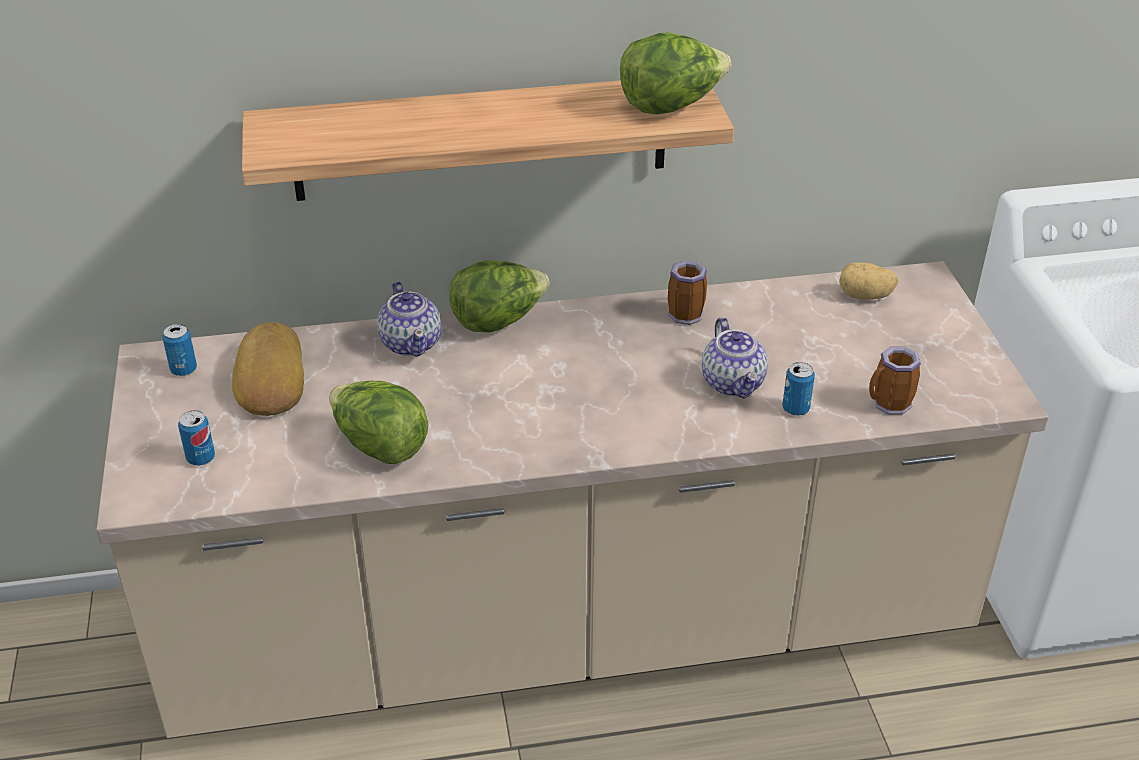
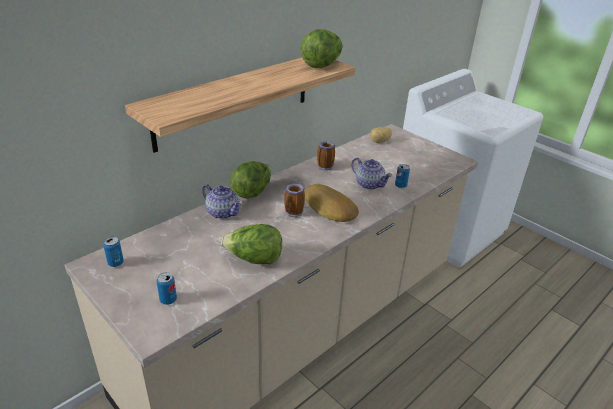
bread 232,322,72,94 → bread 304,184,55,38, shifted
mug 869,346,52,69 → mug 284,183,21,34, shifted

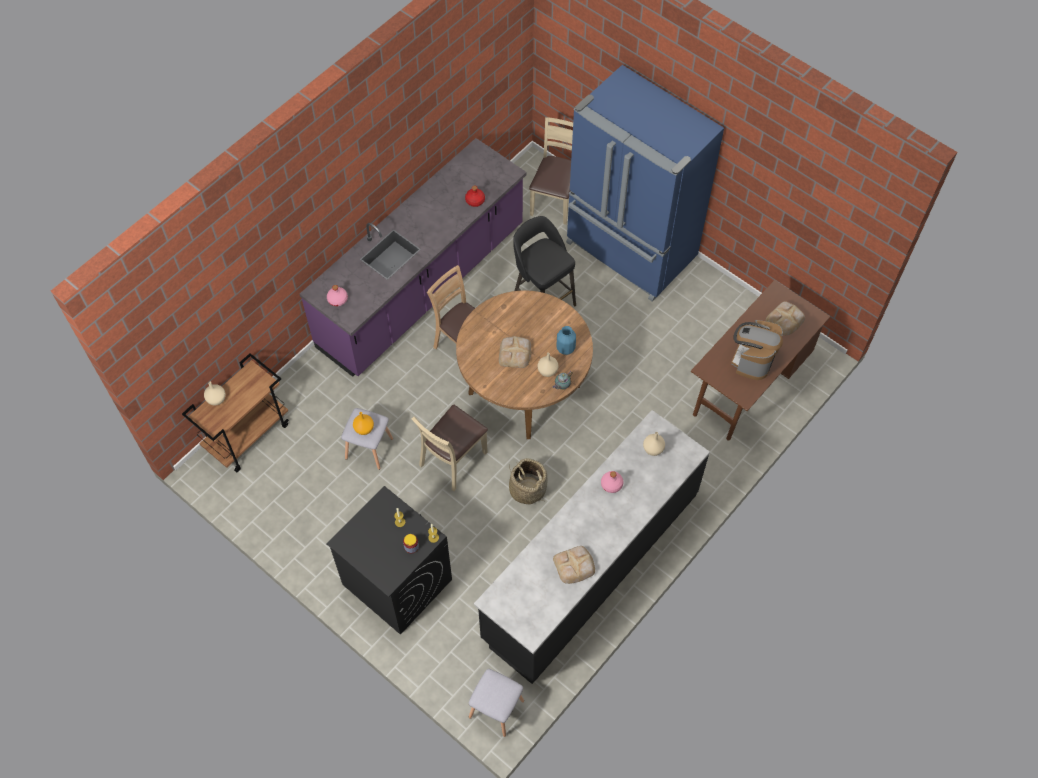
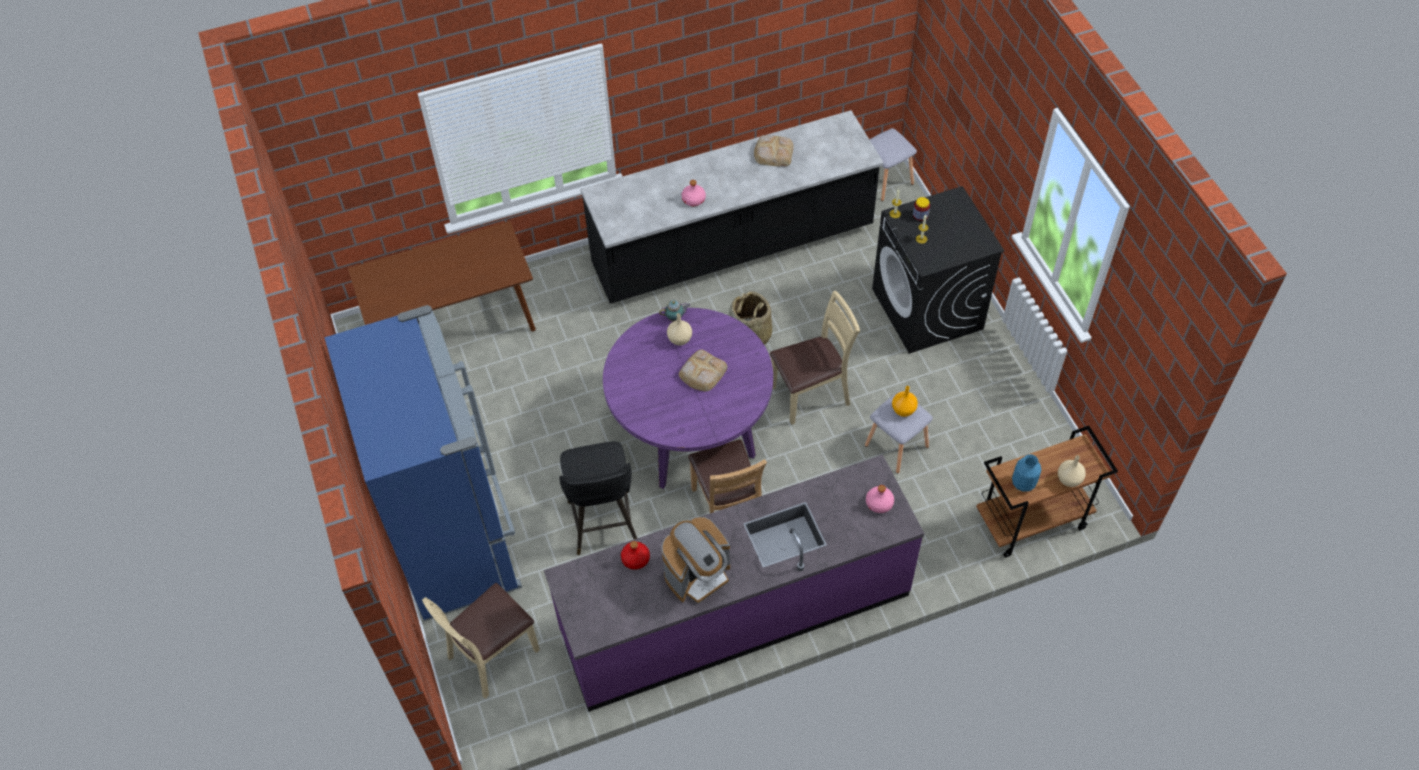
brown dining table 456,290,137,149 → purple dining table 603,308,170,181
blue vase 557,326,19,29 → blue vase 1012,454,29,38, shifted
beige vase 643,432,22,24 → -
coffee machine 731,320,52,60 → coffee machine 661,517,69,87, shifted
bread 766,301,39,34 → -

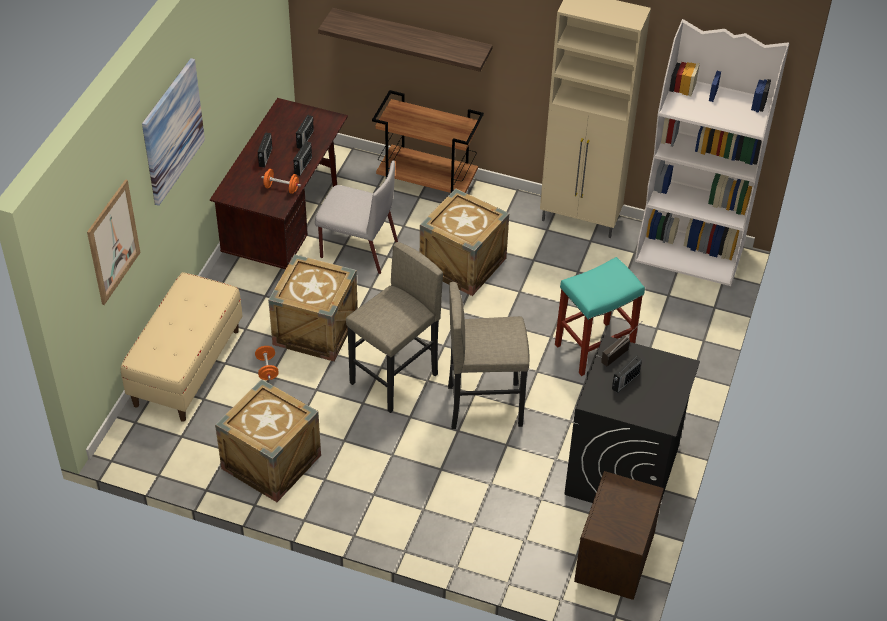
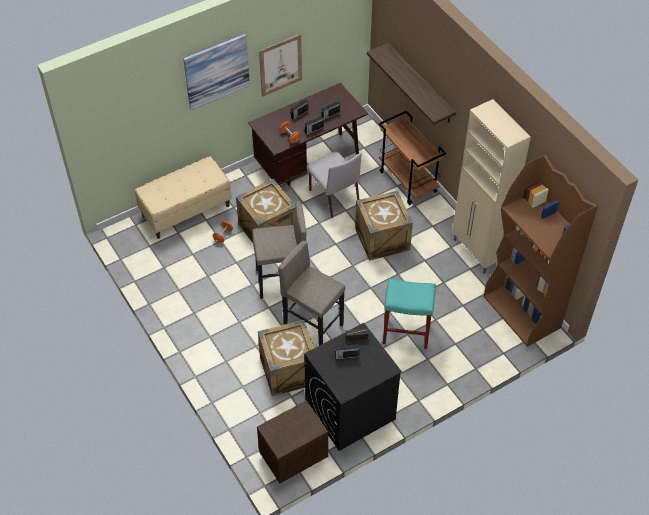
picture 87,179,53,126 → picture 259,34,43,63, shifted
crate 215,379,106,123 → crate 258,320,56,76, shifted
white bookcase 635,19,154,267 → brown bookcase 484,154,114,193

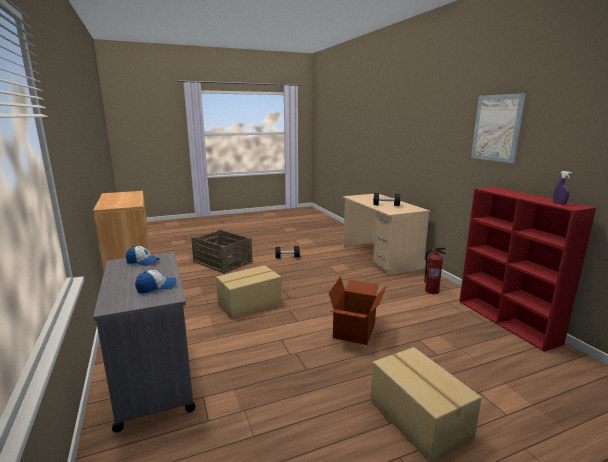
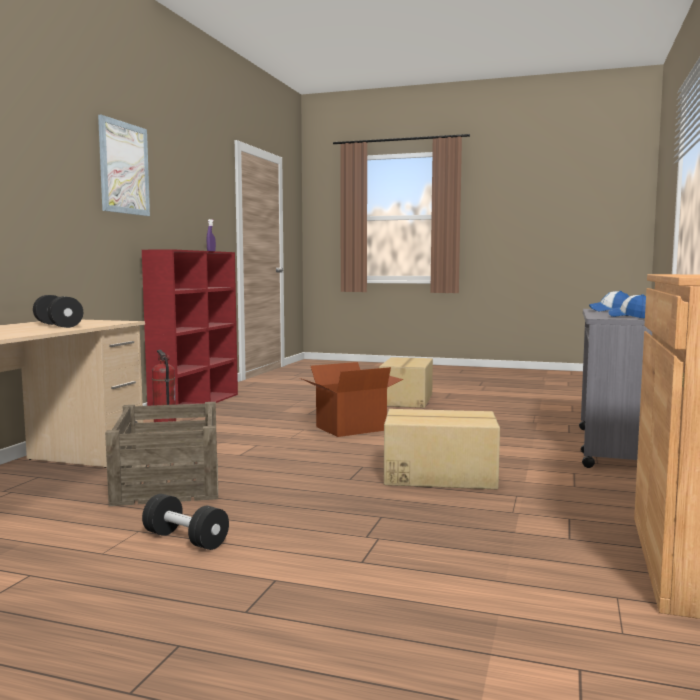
crate 191,229,62,44 → crate 105,402,113,104, shifted

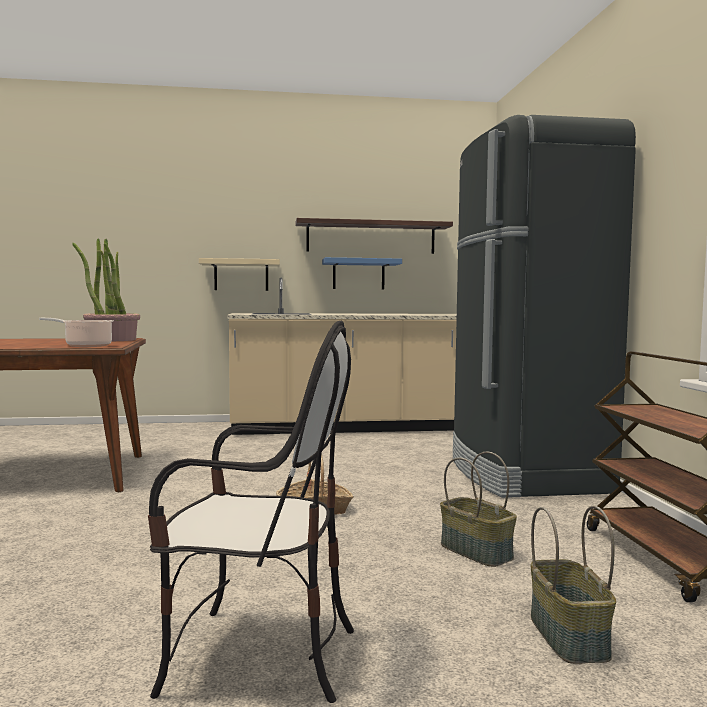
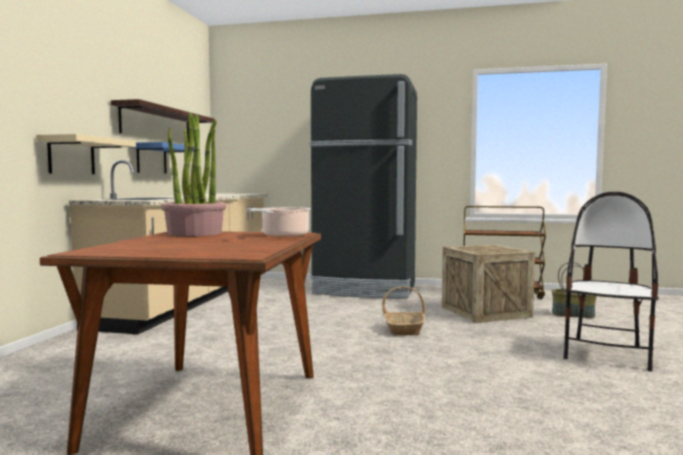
basket 440,451,77,116 → crate 442,245,93,78

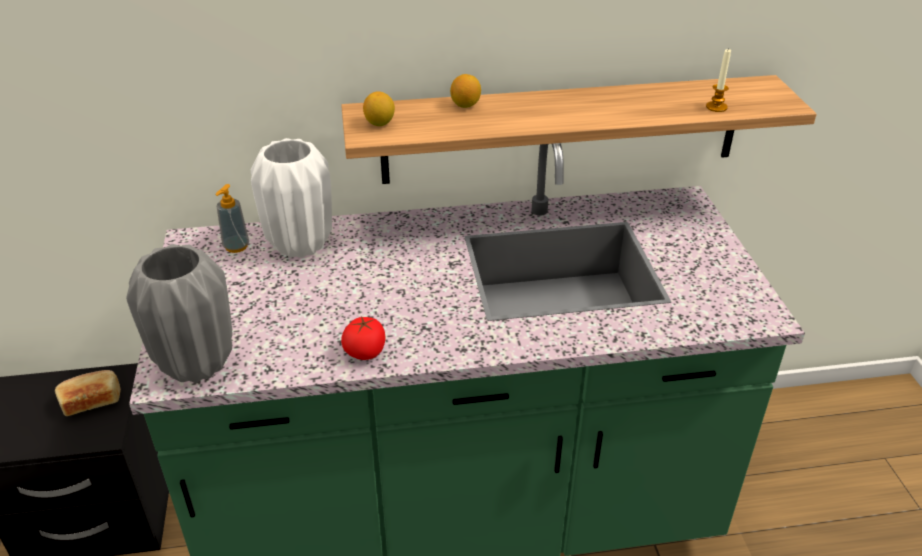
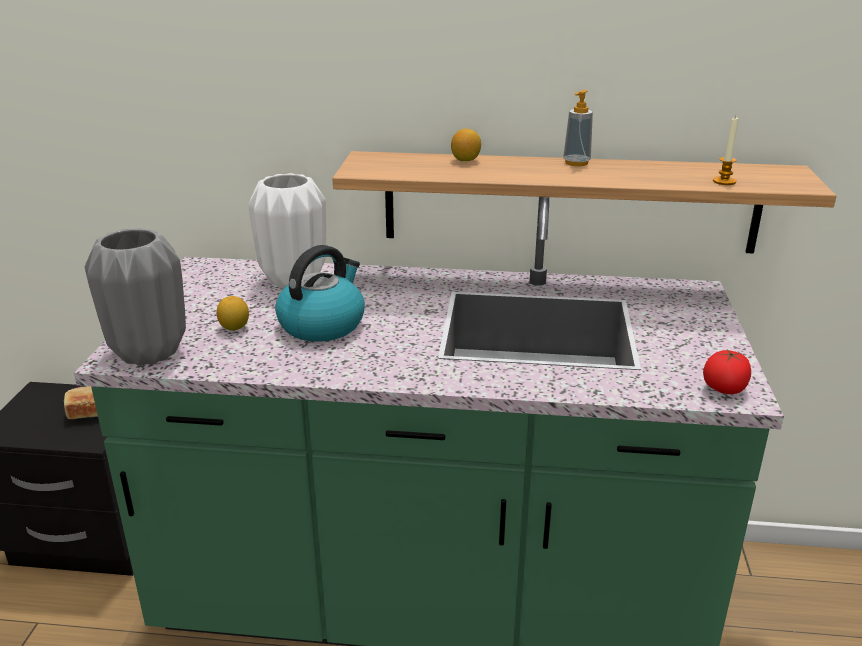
soap dispenser 215,184,34,69 → soap dispenser 563,90,30,76, shifted
tomato 341,316,45,44 → tomato 703,350,48,44, shifted
lemon 363,91,32,35 → lemon 217,296,32,35, shifted
- → kettle 275,245,90,97

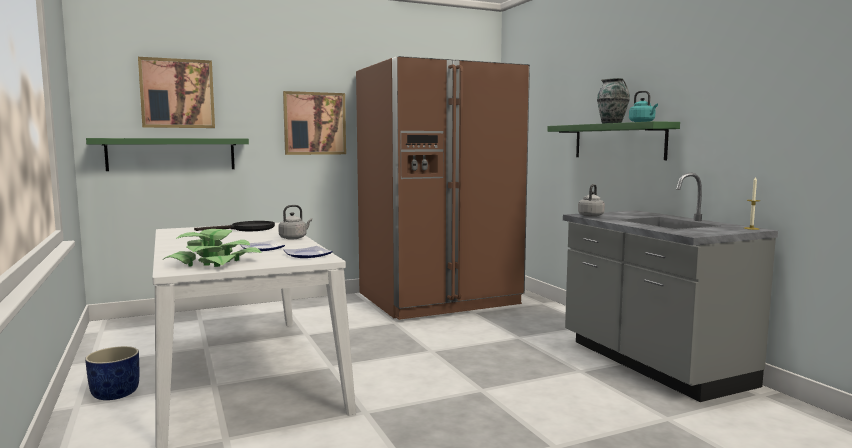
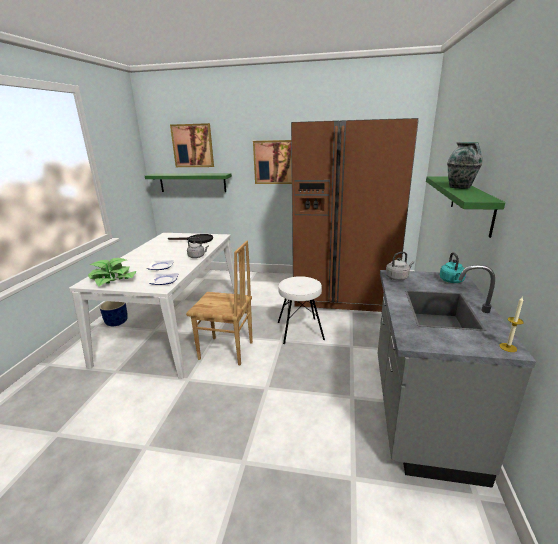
turquoise kettle 629,91,29,31 → turquoise kettle 440,252,26,31, shifted
- → brown chair 186,241,67,124
- → white stool 278,276,47,68

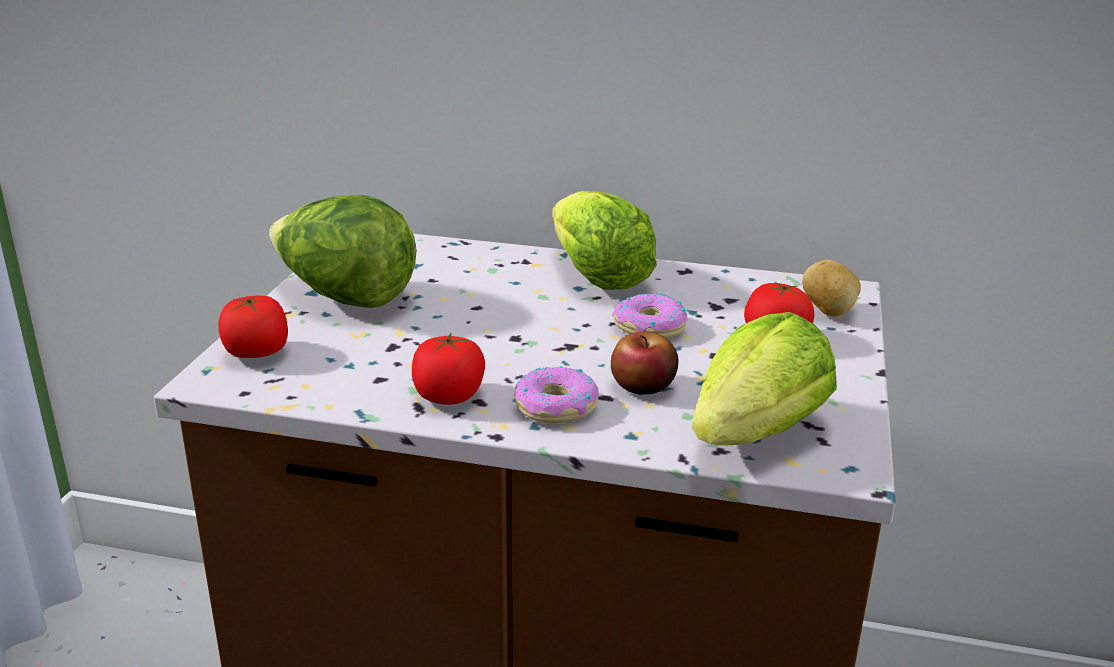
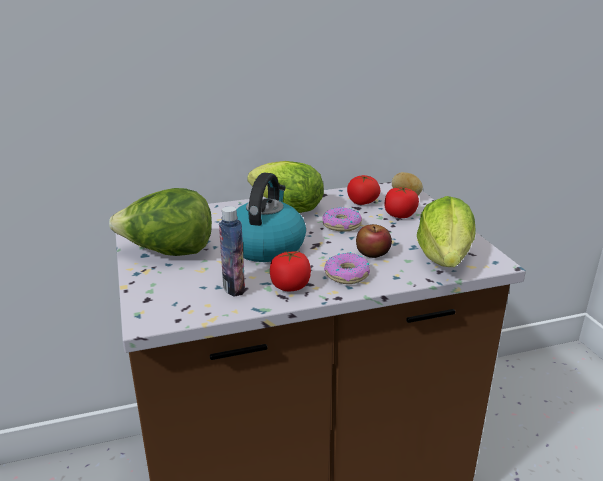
tomato 218,295,70,63 → tomato 347,175,33,30, shifted
- → bottle 219,206,26,91
- → kettle 236,173,70,89

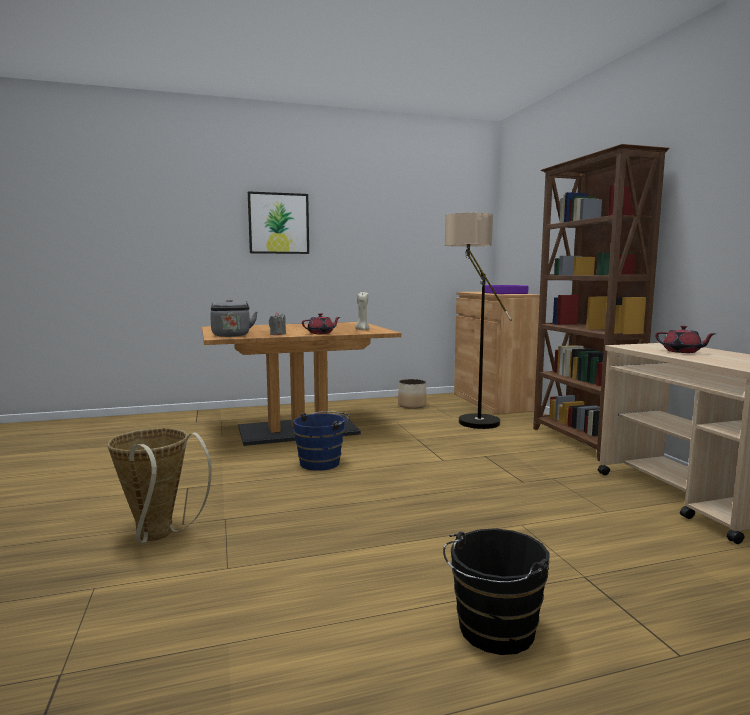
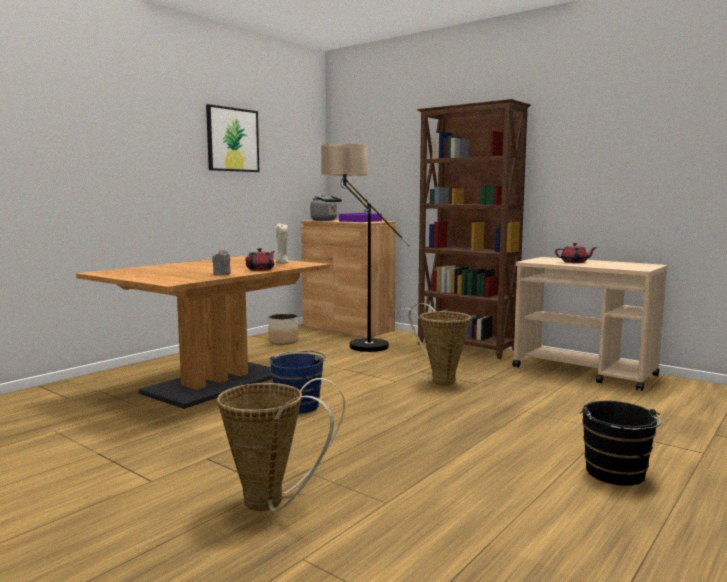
grey kettle 210,299,48,38 → grey kettle 310,194,32,27, shifted
picture 248,191,61,63 → picture 206,104,54,68, shifted
- → basket 394,303,77,83

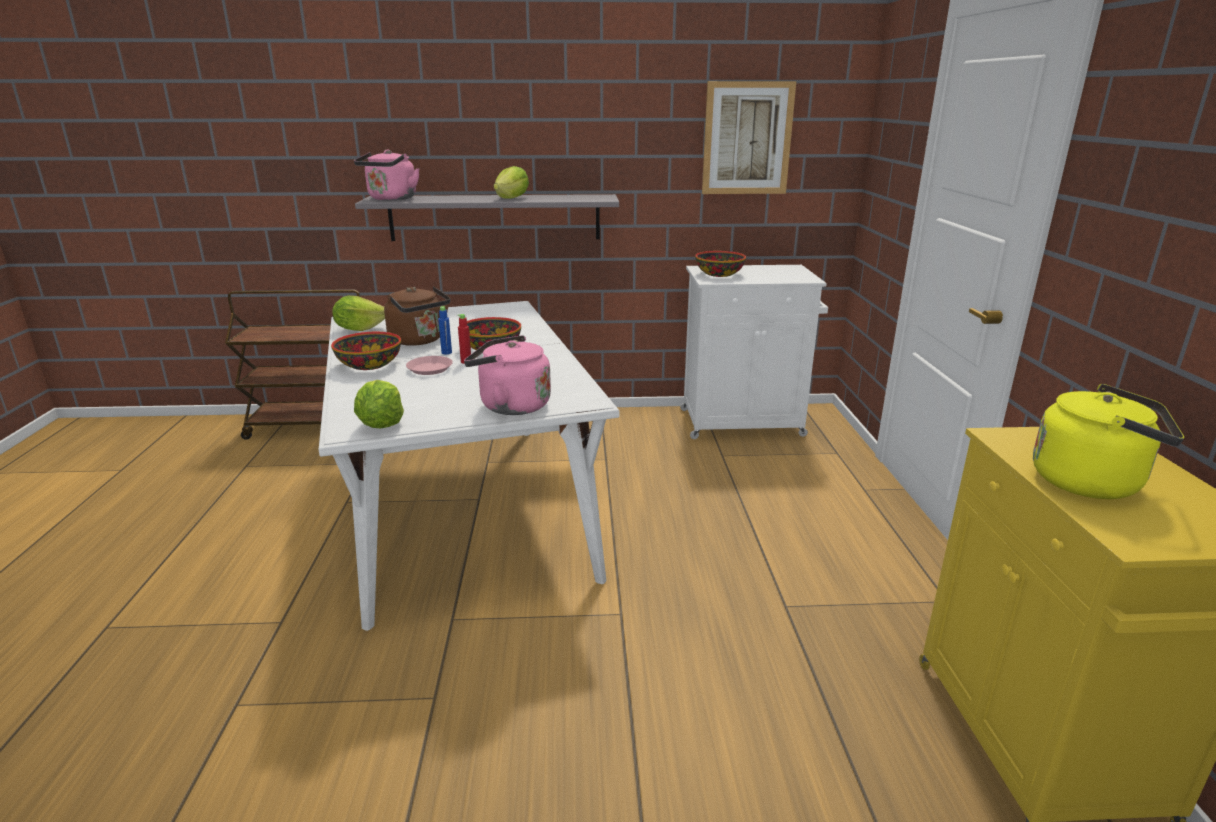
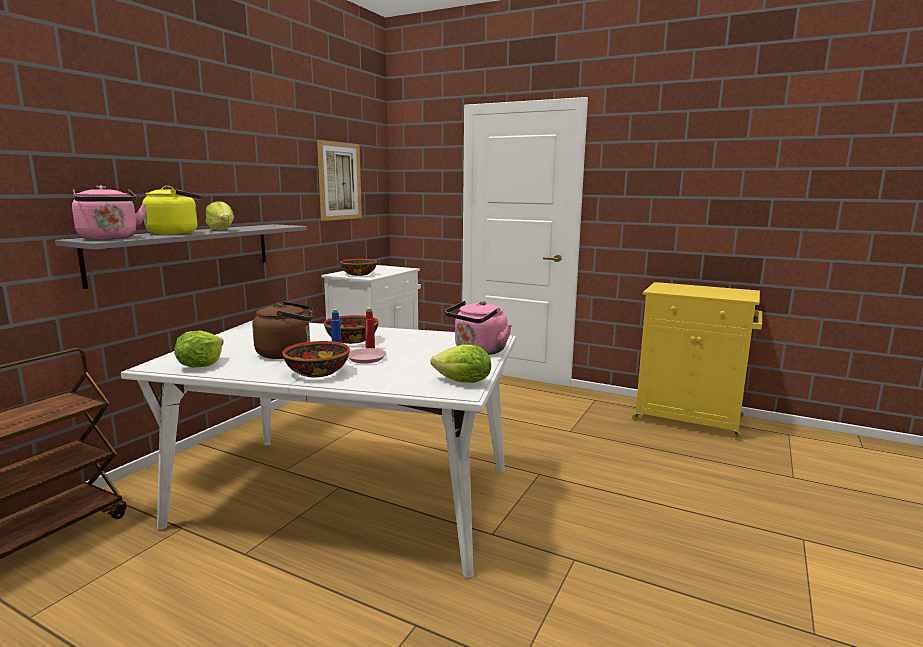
yellow kettle 1033,384,151,115 → yellow kettle 142,186,60,49, shifted

